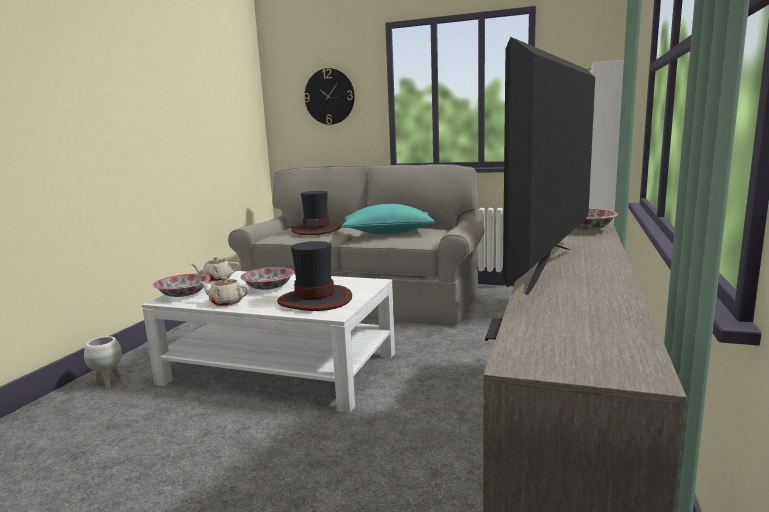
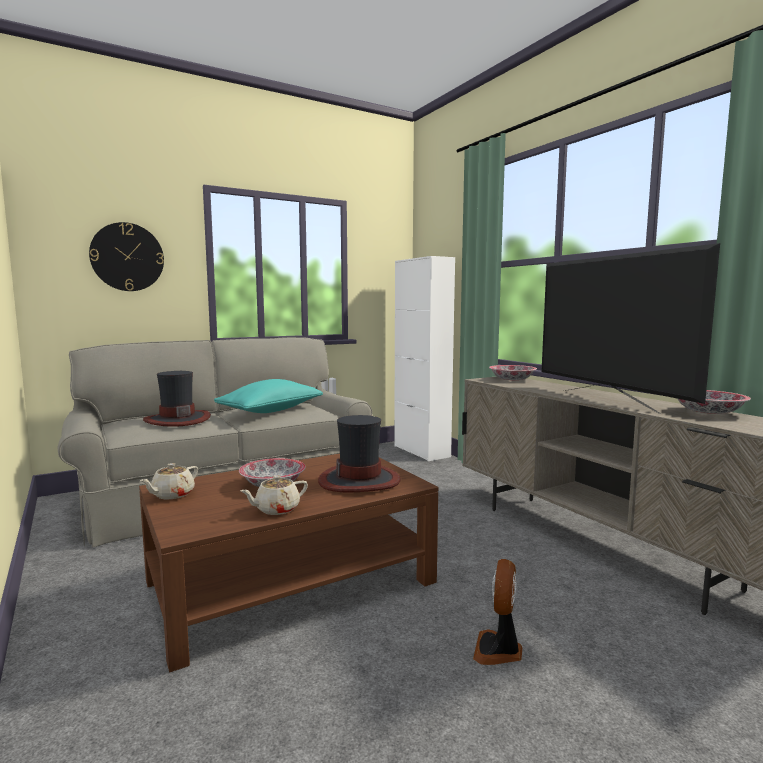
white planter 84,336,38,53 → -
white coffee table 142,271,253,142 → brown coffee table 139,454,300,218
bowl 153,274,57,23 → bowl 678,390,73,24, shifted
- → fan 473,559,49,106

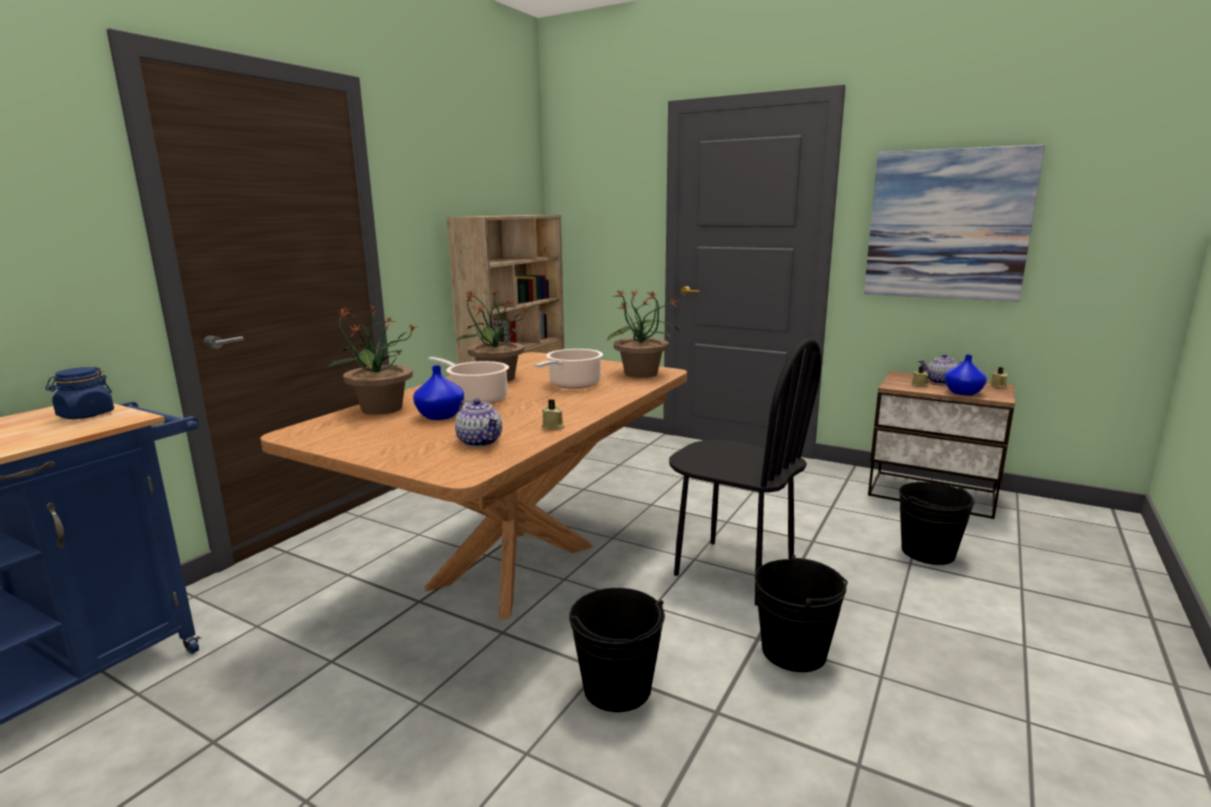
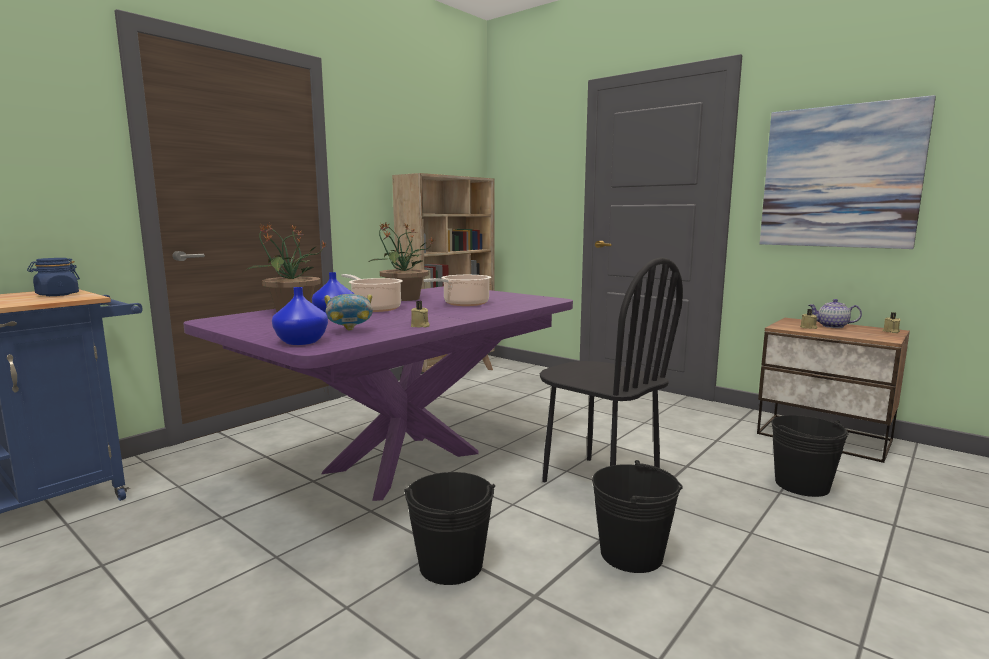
brown dining table 260,352,427,267 → purple dining table 183,286,390,215
teapot 455,398,47,49 → bowl 324,294,49,36
potted plant 607,290,72,88 → -
blue vase 945,354,42,41 → blue vase 272,287,56,58, shifted

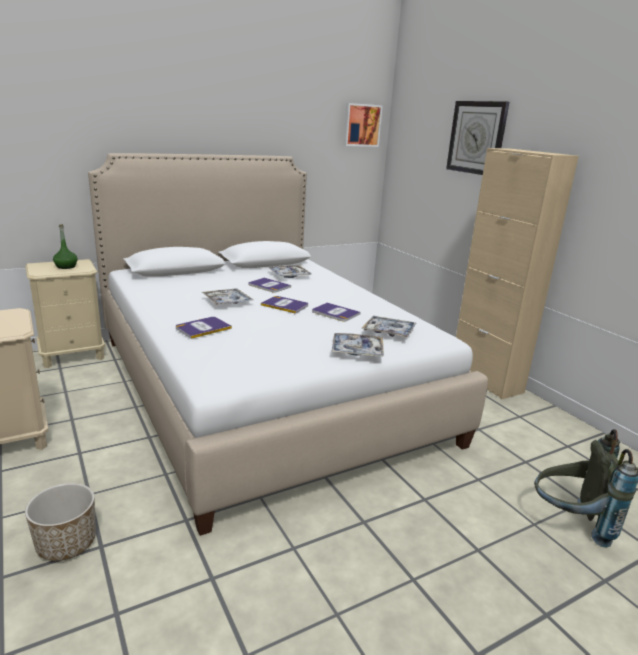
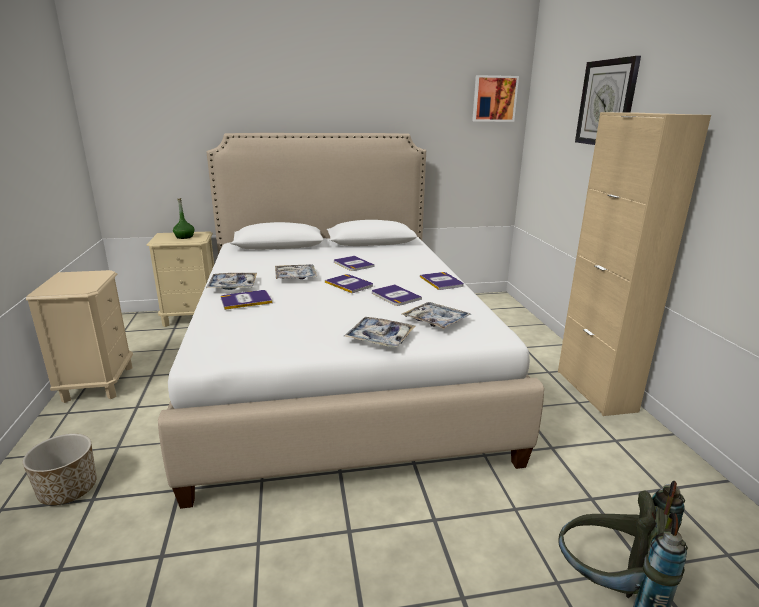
tray 268,265,44,13 → tray 206,273,51,17, shifted
- → book 420,272,44,18

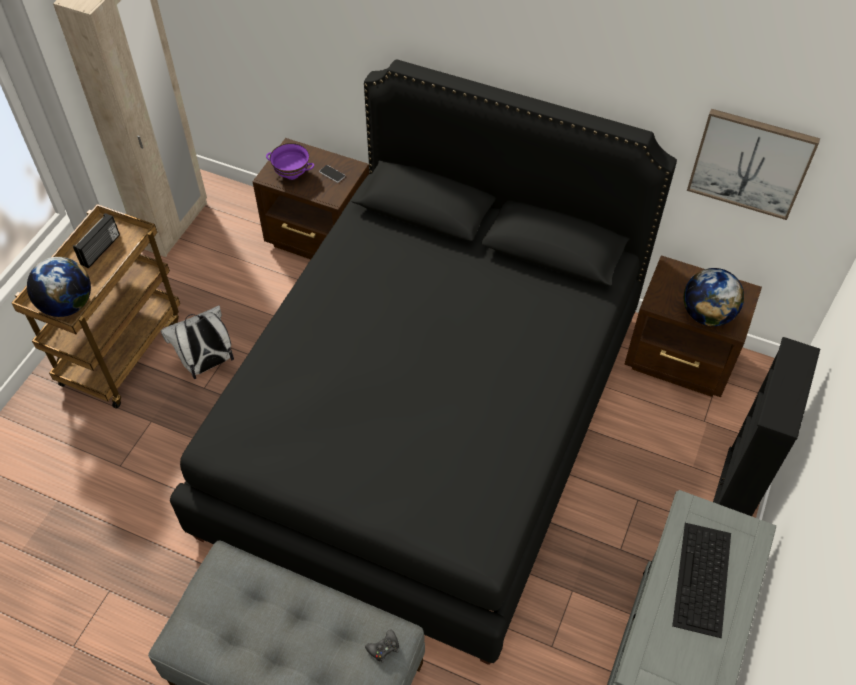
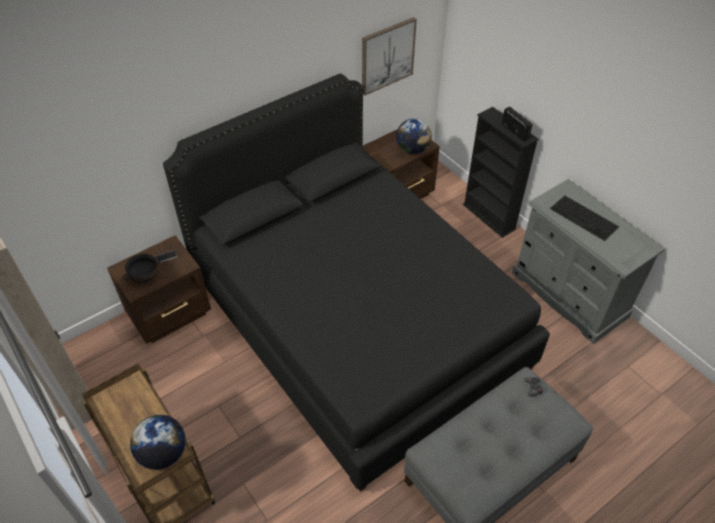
radio 73,213,47,56 → radio 502,107,30,34, shifted
white backpack 161,305,73,74 → -
purple bowl 266,143,48,37 → black bowl 123,253,38,29

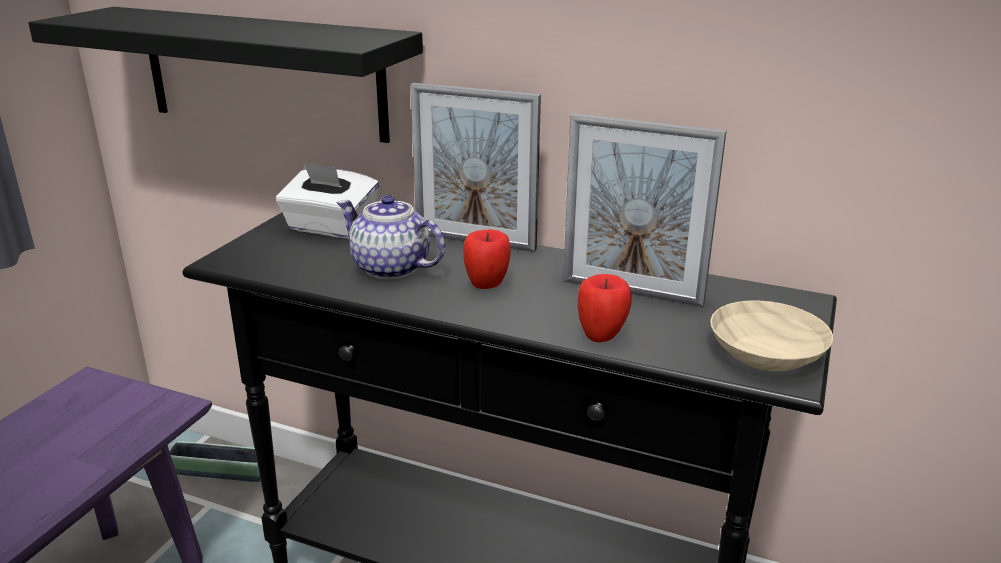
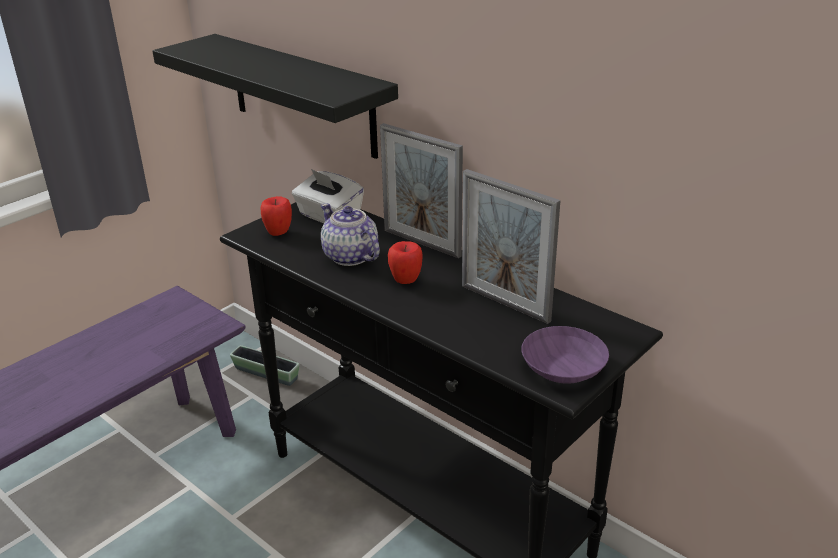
apple 578,274,54,68 → apple 261,196,31,40, shifted
beige bowl 710,301,123,70 → purple bowl 521,326,88,58

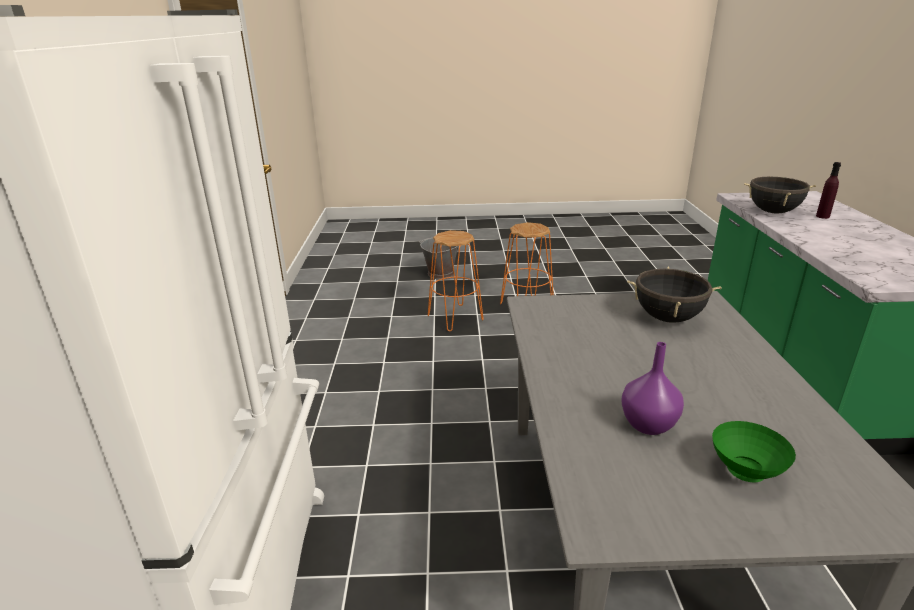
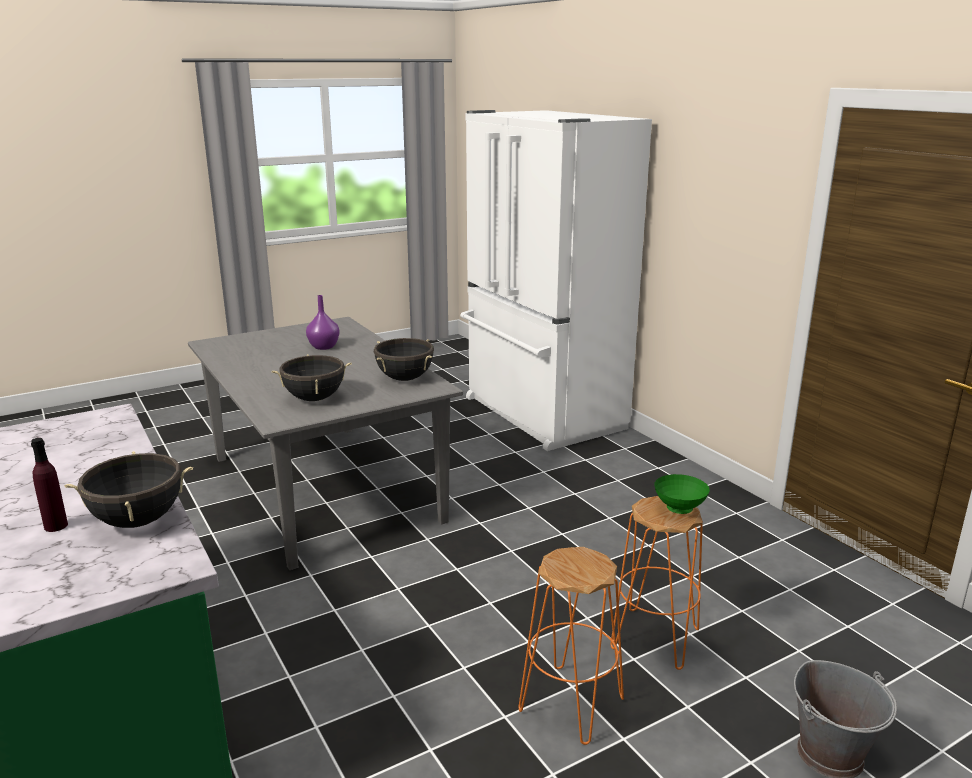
green bowl 712,421,84,61 → green bowl 654,474,56,40, shifted
- → black cooking pot 374,338,60,43

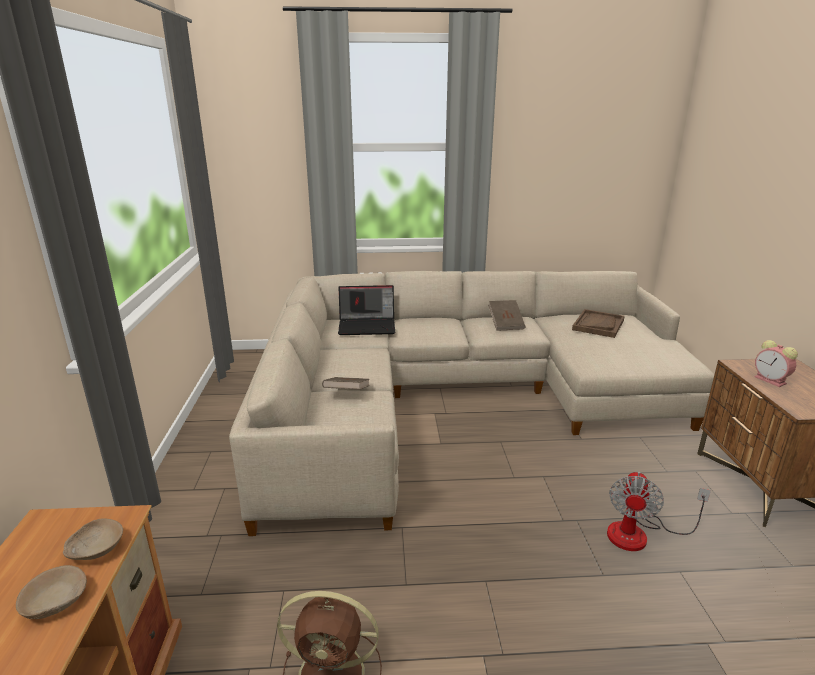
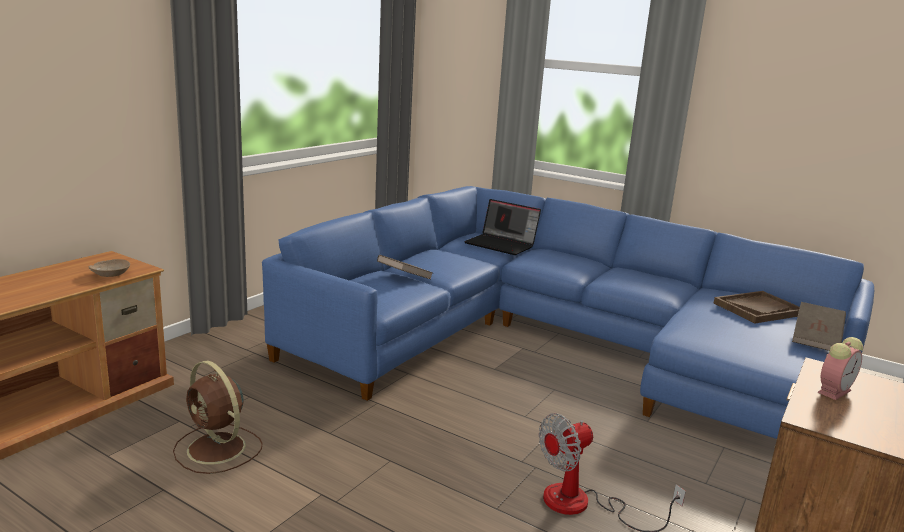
beige bowl 16,565,71,54 → -
beige sofa 229,271,486,265 → blue sofa 262,186,612,253
brown book 488,300,37,31 → brown book 792,302,54,49, shifted
alarm clock 755,340,43,47 → alarm clock 817,337,46,63, 135 degrees counterclockwise

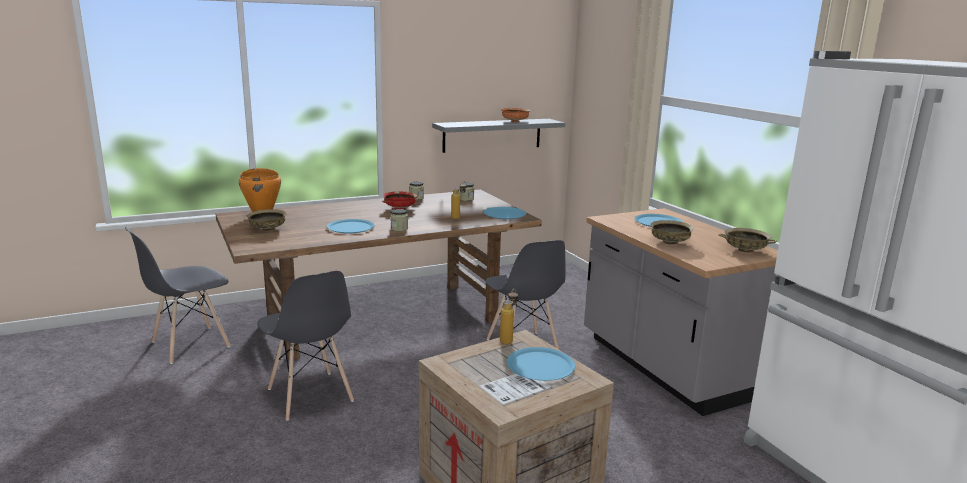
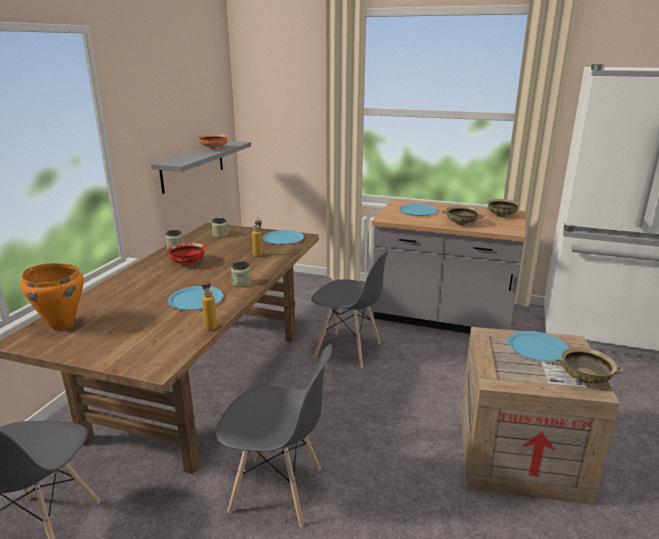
beige bowl 247,209,40,22 → beige bowl 554,347,69,37, shifted
bottle 500,290,18,54 → bottle 201,277,16,53, shifted

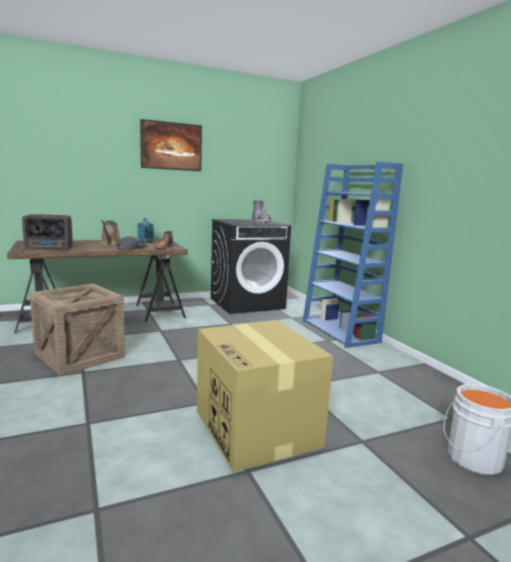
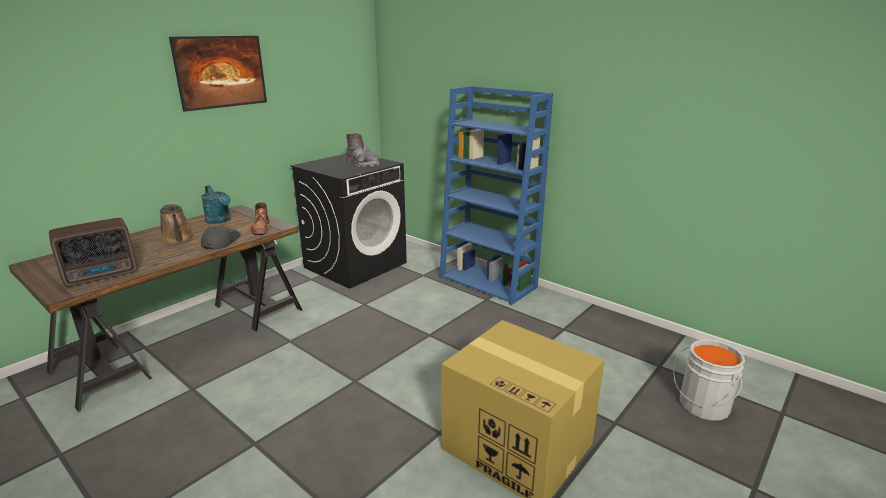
crate 30,284,95,92 → -

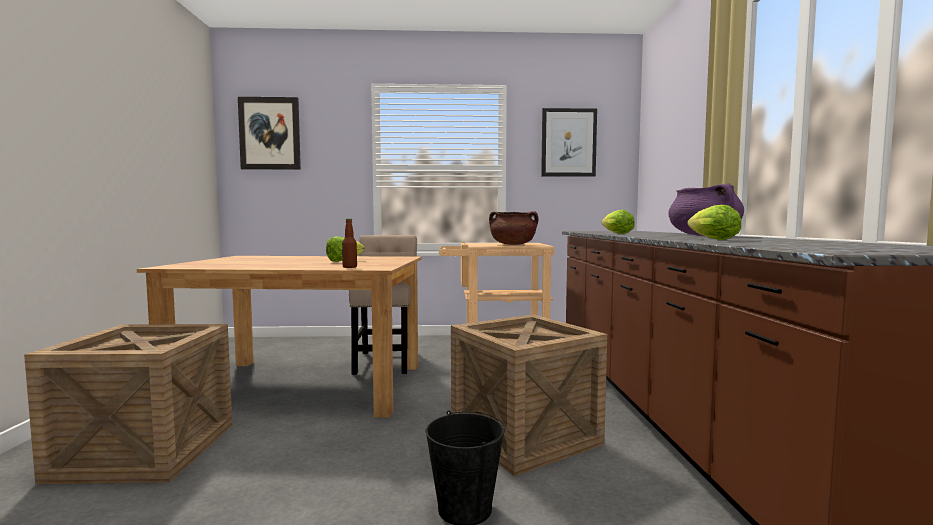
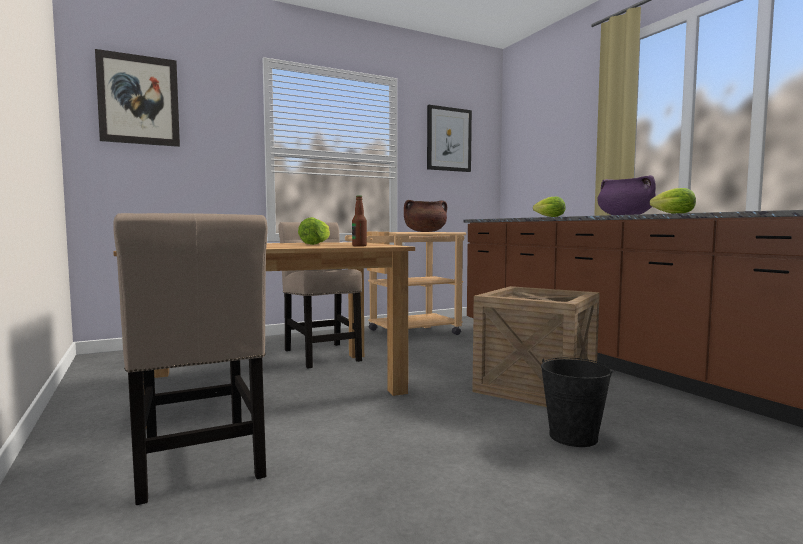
crate 24,324,208,160 → beige chair 114,213,154,292

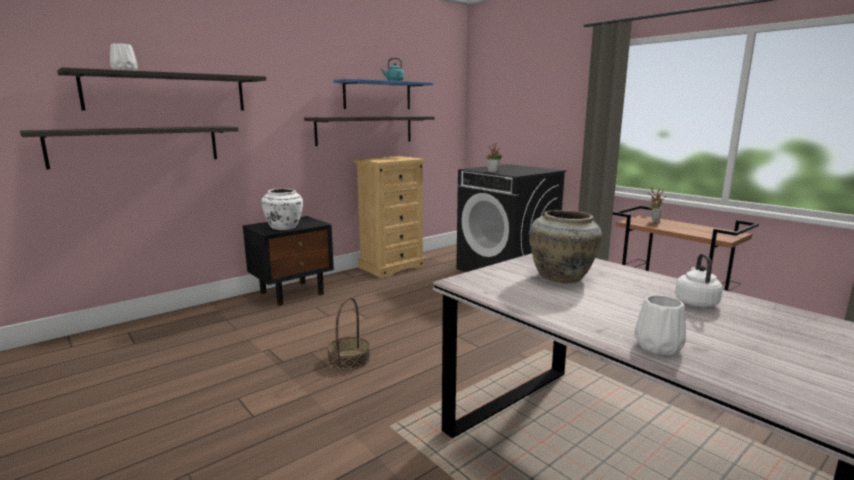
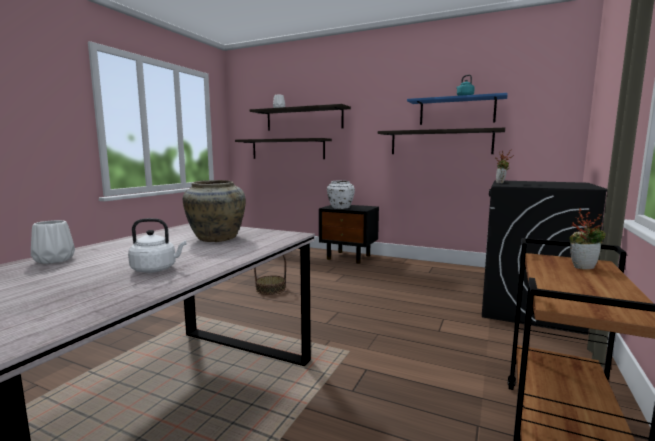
beige dresser 354,156,72,122 → -

